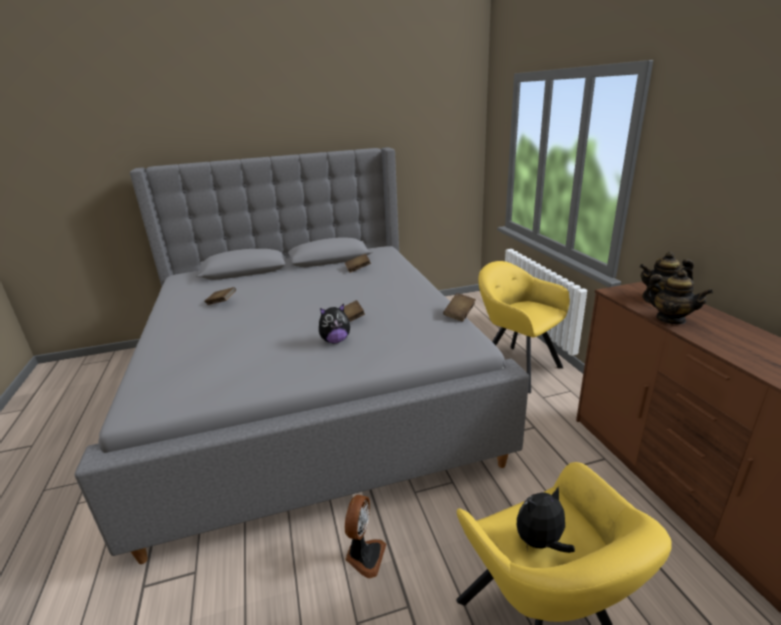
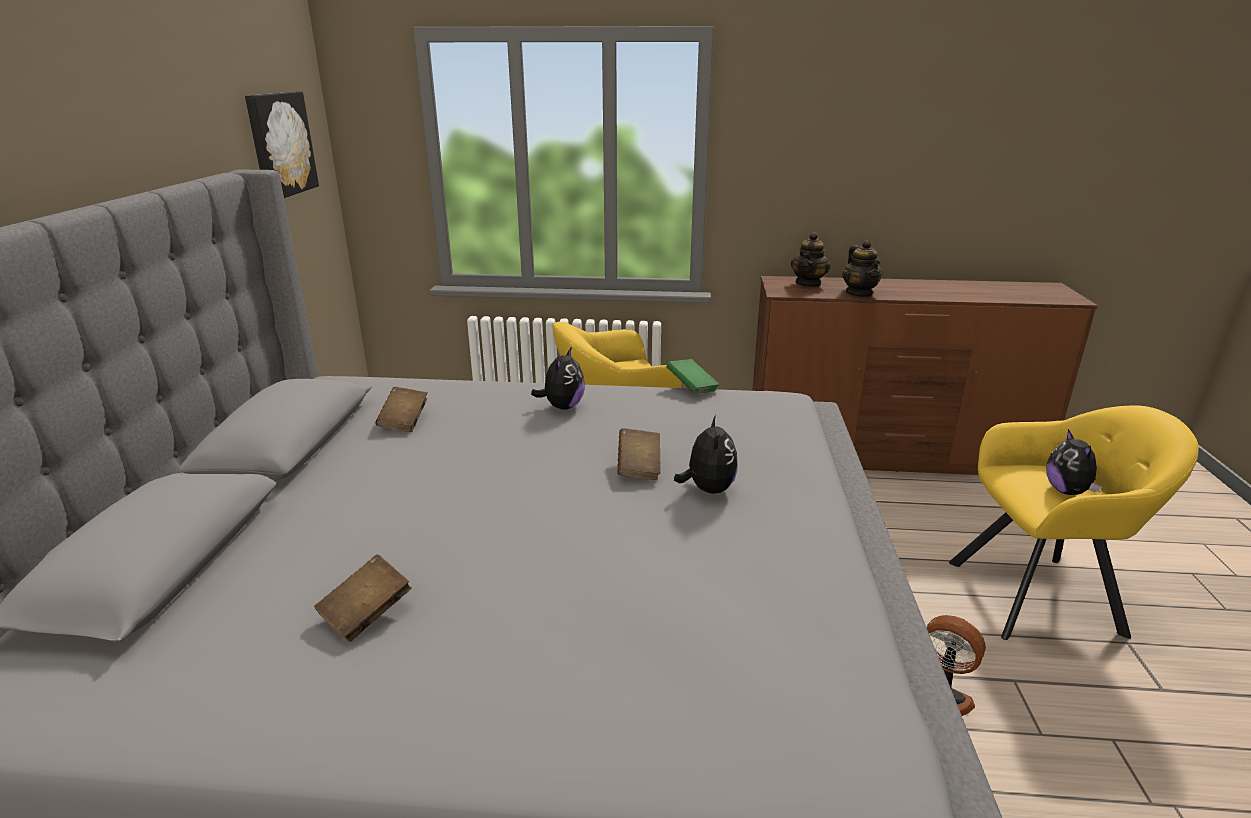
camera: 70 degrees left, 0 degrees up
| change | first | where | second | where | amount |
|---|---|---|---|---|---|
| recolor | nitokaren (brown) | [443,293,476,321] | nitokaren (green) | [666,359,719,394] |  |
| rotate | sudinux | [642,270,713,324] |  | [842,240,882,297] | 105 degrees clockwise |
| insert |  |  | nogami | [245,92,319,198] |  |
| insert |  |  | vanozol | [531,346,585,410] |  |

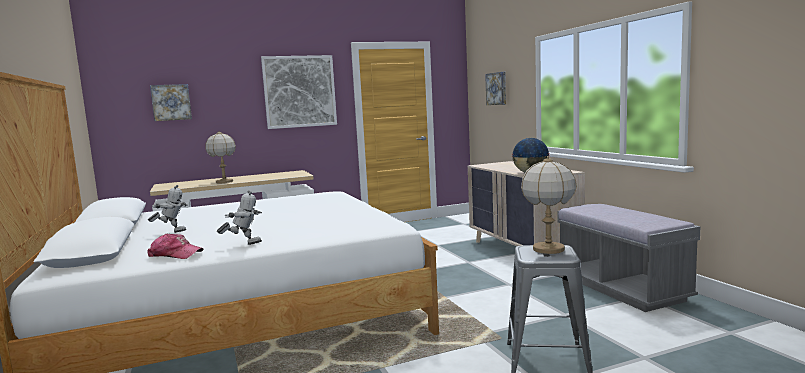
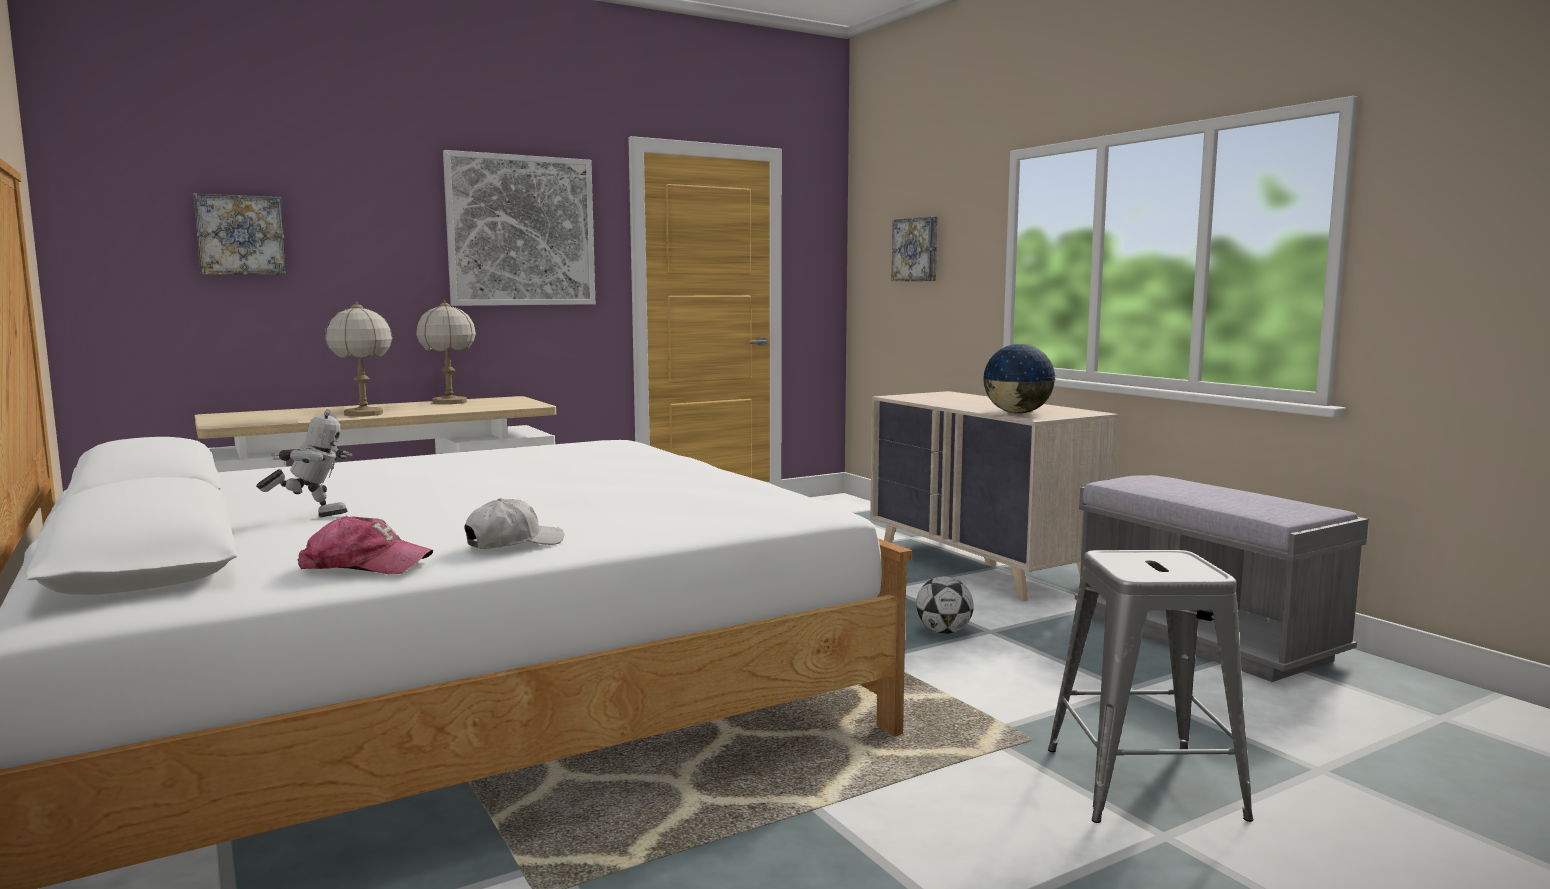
camera: 10 degrees left, 0 degrees up
| change | first | where | second | where | amount |
|---|---|---|---|---|---|
| replace | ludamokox | [217,190,262,245] | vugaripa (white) | [464,498,564,549] |  |
| move | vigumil | [521,156,577,254] |  | [416,300,476,404] |  |
| insert |  |  | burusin | [916,577,974,634] |  |

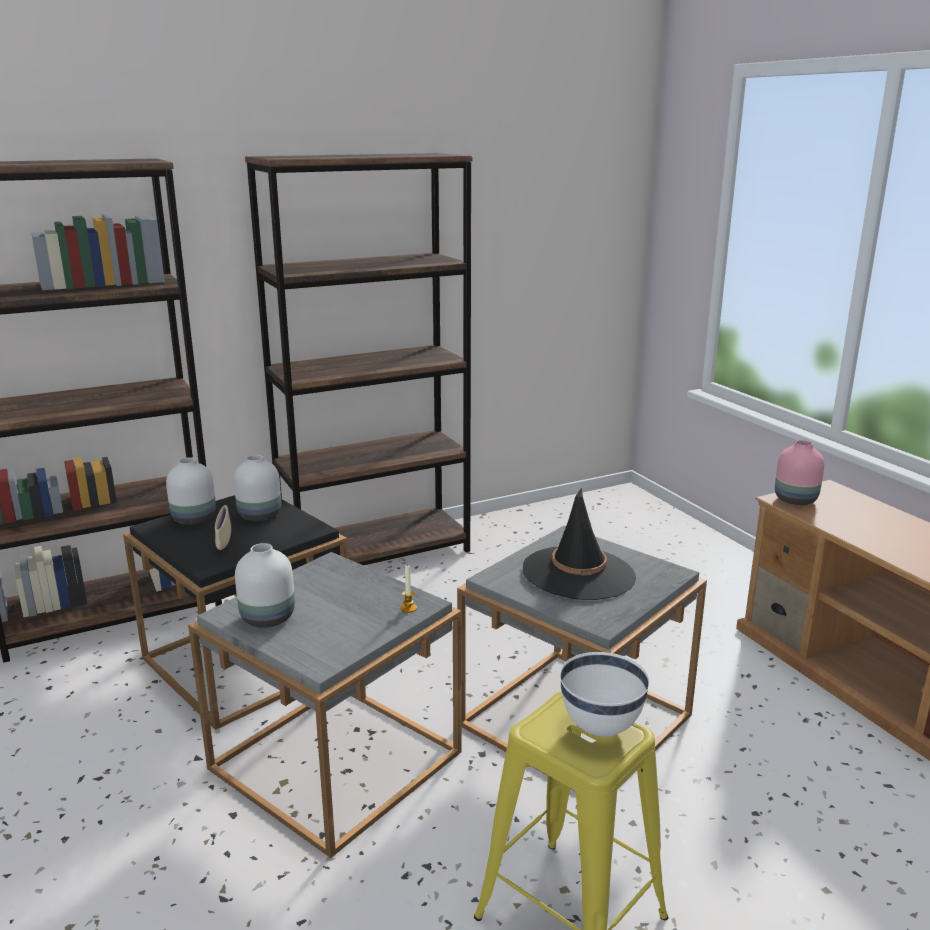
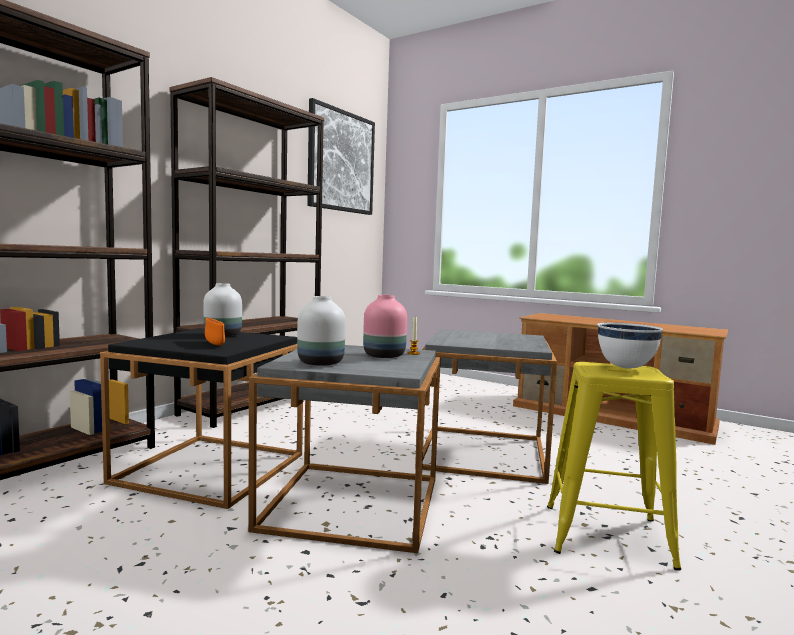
camera: 30 degrees left, 15 degrees down
| change | first | where | second | where | amount |
|---|---|---|---|---|---|
| delete | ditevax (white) | [166,457,216,525] |  |  |  |
| recolor | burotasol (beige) | [215,505,231,550] | burotasol (orange) | [205,318,225,346] |  |
| delete | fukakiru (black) | [523,488,636,600] |  |  |  |
| move | ditevax (pink) | [775,440,824,505] |  | [363,295,407,358] |  |
| insert |  |  | nogami | [307,98,375,215] |  |

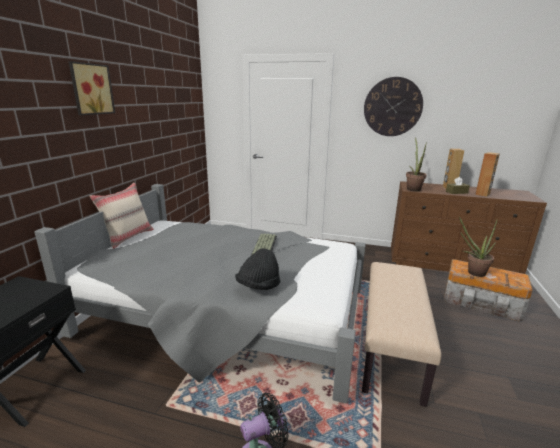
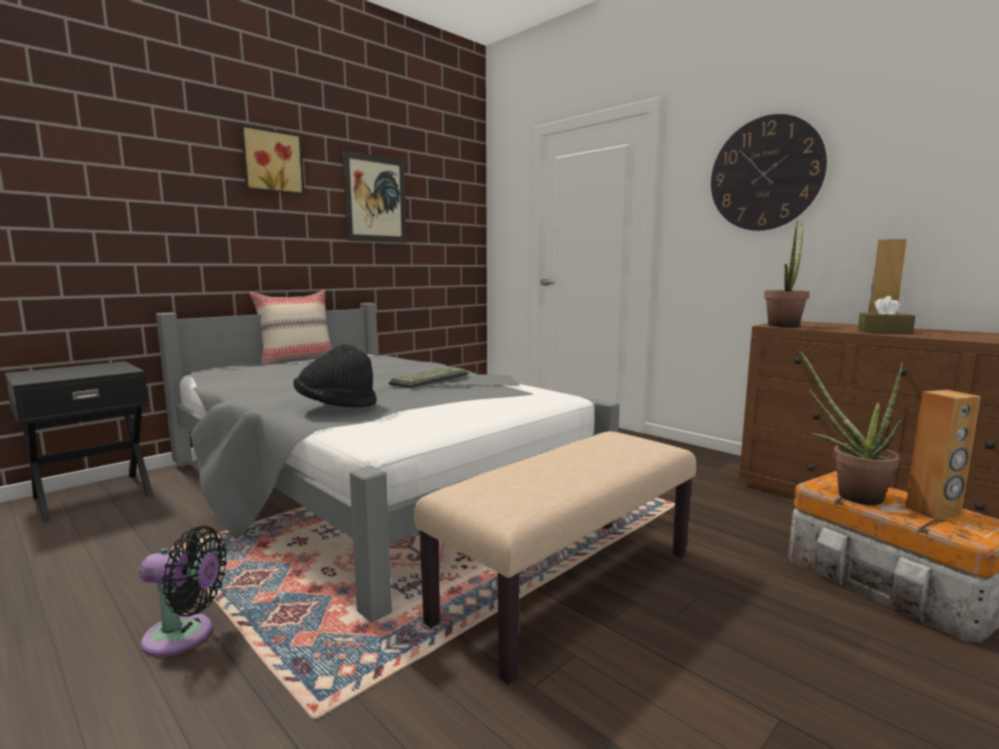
camera: 30 degrees right, 10 degrees down
| change | first | where | second | where | amount |
|---|---|---|---|---|---|
| move | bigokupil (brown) | [475,152,500,197] |  | [905,390,981,520] |  |
| insert |  |  | nogami | [342,151,406,243] |  |

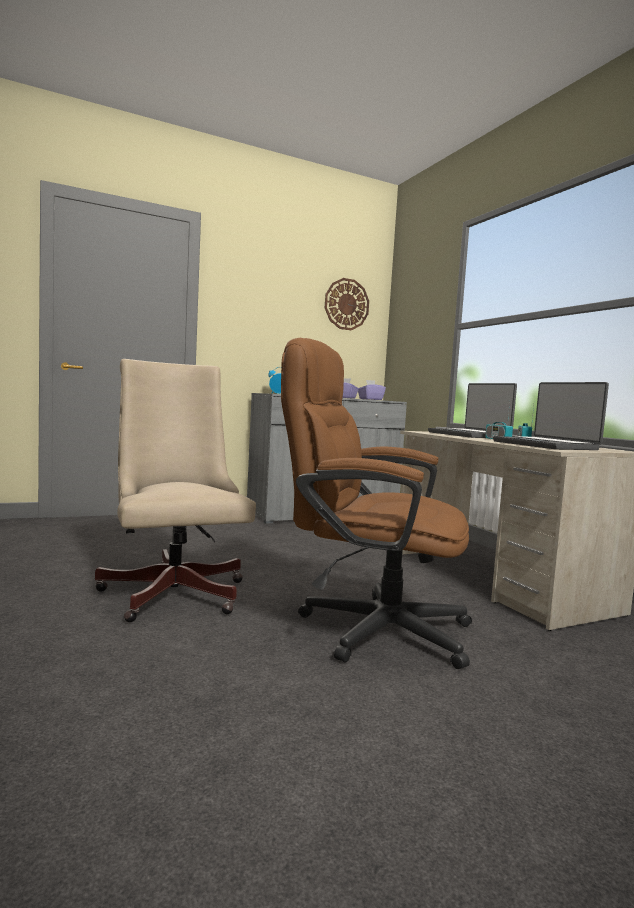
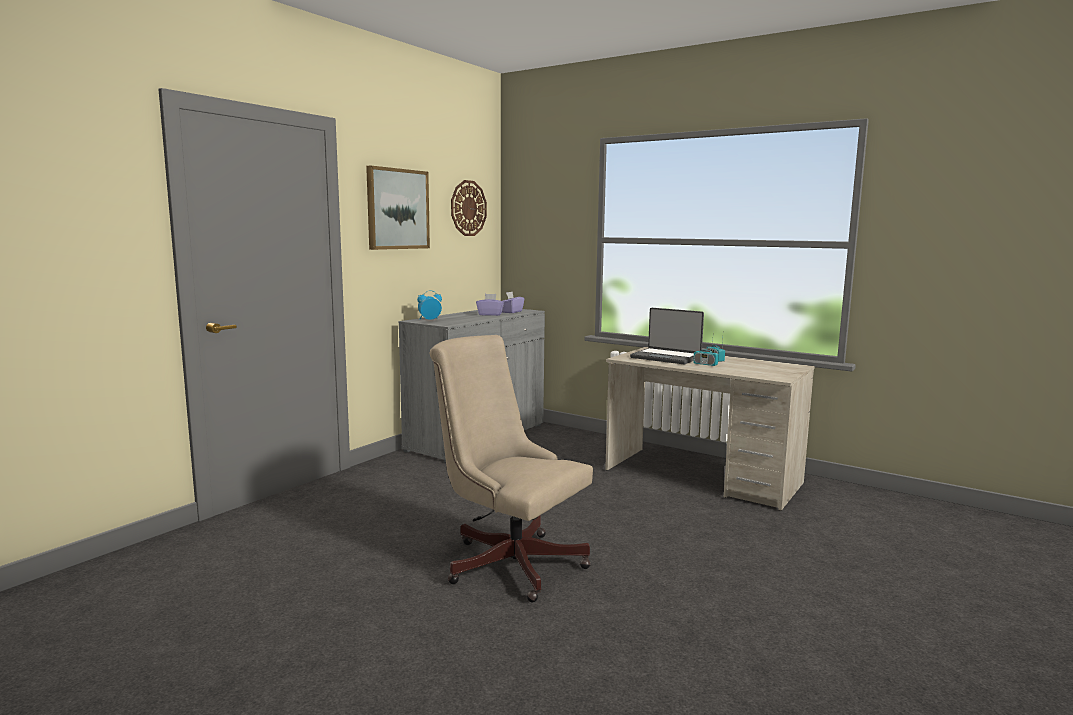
camera: 30 degrees left, 5 degrees up
| change | first | where | second | where | amount |
|---|---|---|---|---|---|
| delete | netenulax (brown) | [281,338,472,669] |  |  |  |
| delete | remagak | [493,382,609,450] |  |  |  |
| insert |  |  | nogami | [366,166,430,250] |  |

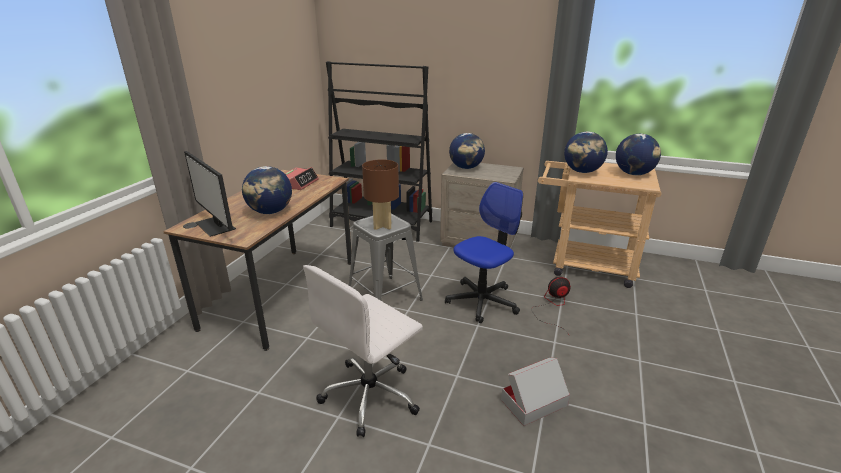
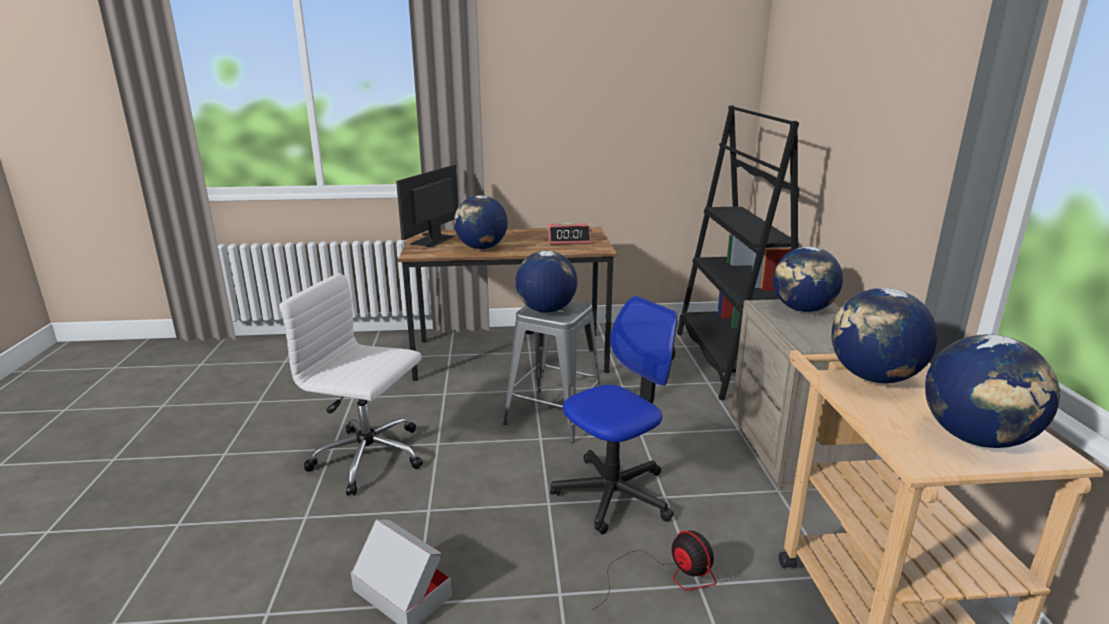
camera: 65 degrees right, 5 degrees down
| change | first | where | second | where | amount |
|---|---|---|---|---|---|
| replace | vigumil (brown) | [362,160,399,230] | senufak | [515,251,577,313] |  |
| rotate | netenulax | [445,182,523,323] |  | [550,296,678,534] | 60 degrees counterclockwise |

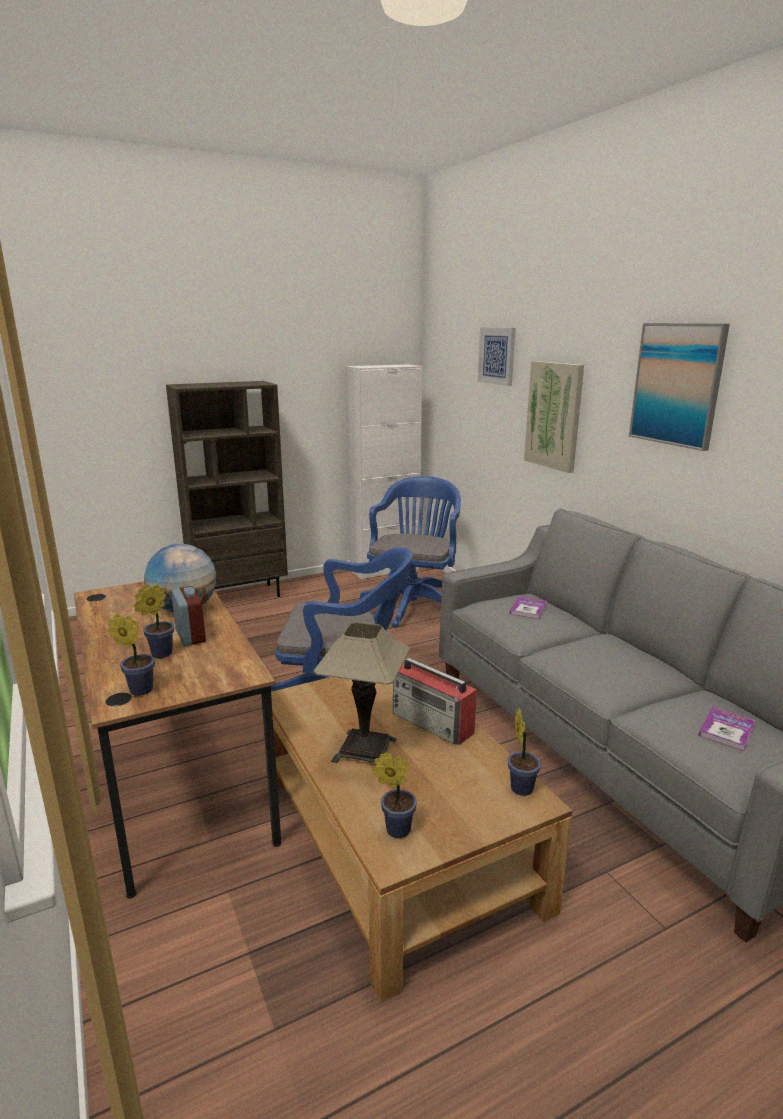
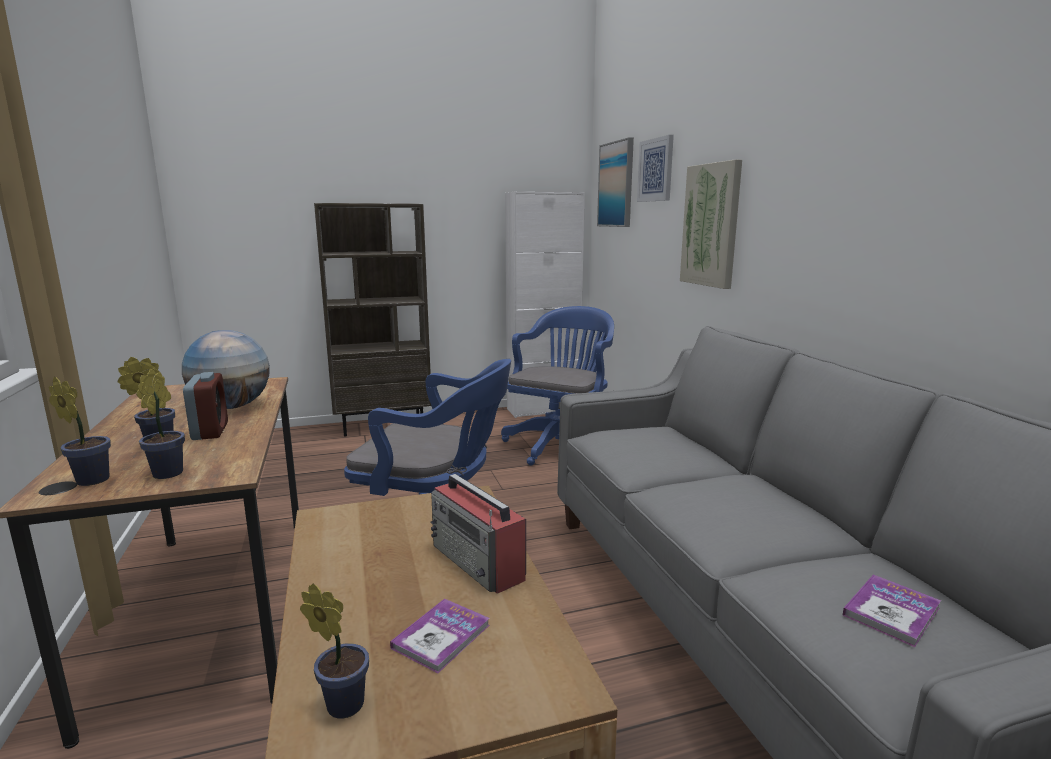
camera: 10 degrees right, 5 degrees down
| change | first | where | second | where | amount |
|---|---|---|---|---|---|
| delete | vigumil | [313,622,410,763] |  |  |  |
| move | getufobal | [508,708,541,796] |  | [136,369,185,479] |  |
| move | nitokaren | [510,597,546,619] |  | [390,599,489,673] |  |
| move | nogami | [629,323,730,451] |  | [597,137,634,227] |  |

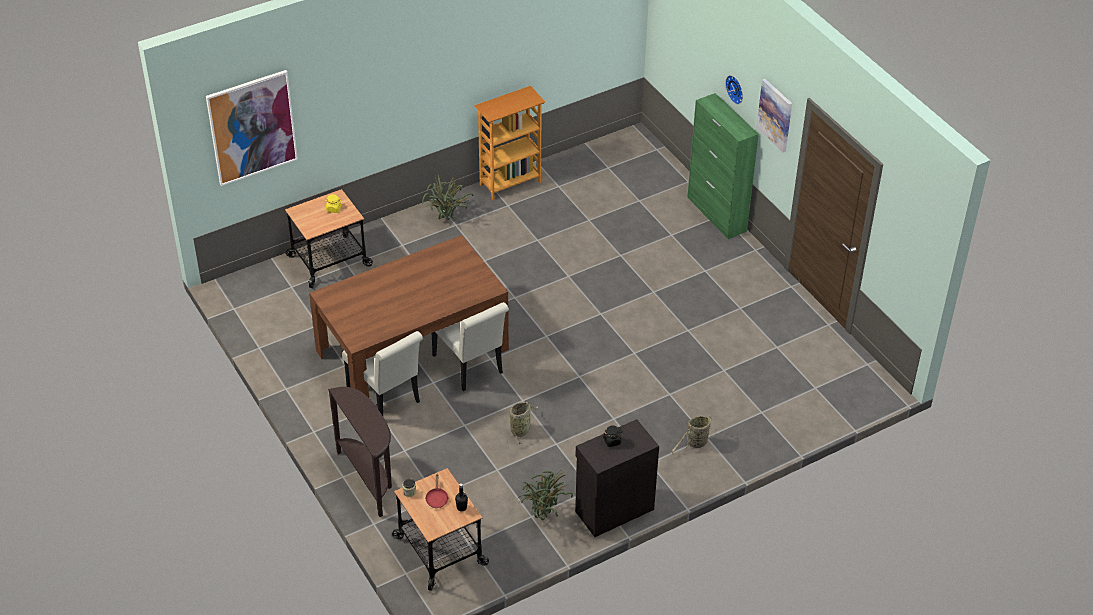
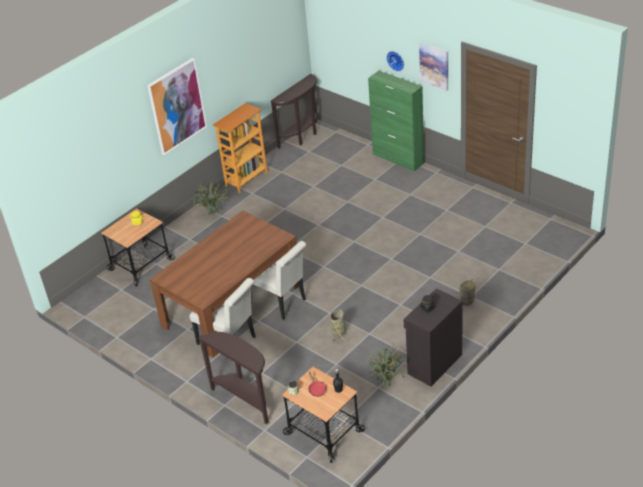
camera: 15 degrees left, 5 degrees down
| change | first | where | second | where | amount |
|---|---|---|---|---|---|
| move | nogami | [206,70,298,186] |  | [147,58,207,155] |  |
| insert |  |  | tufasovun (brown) | [270,74,317,149] |  |

